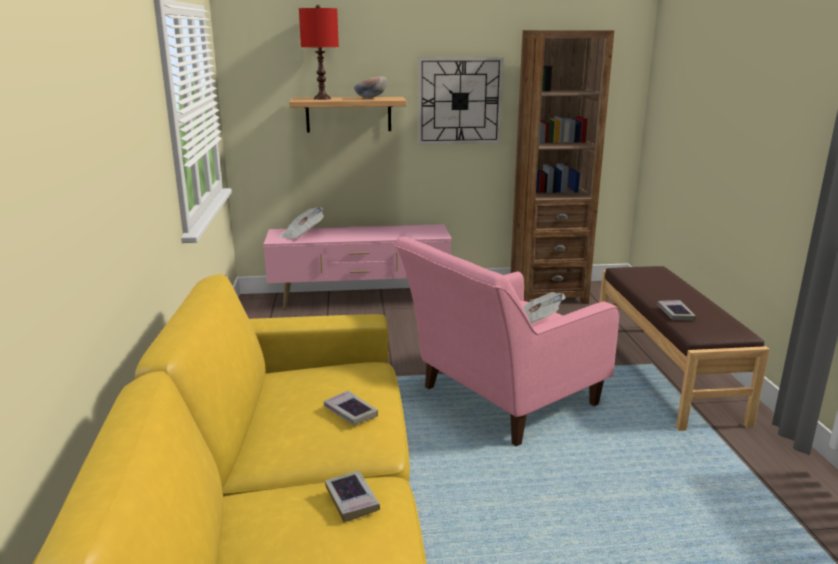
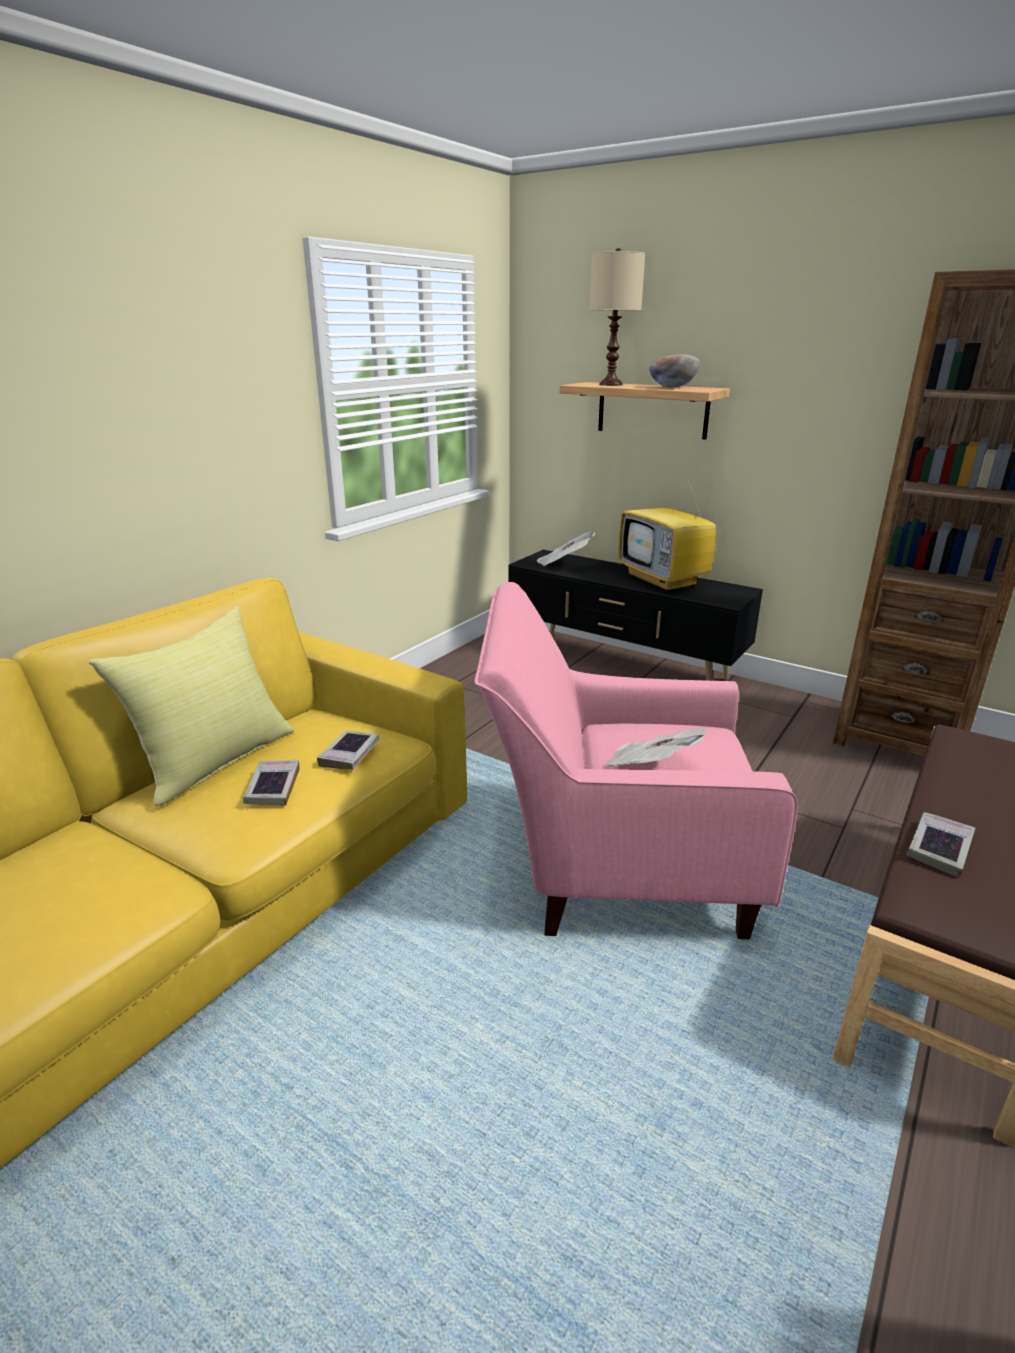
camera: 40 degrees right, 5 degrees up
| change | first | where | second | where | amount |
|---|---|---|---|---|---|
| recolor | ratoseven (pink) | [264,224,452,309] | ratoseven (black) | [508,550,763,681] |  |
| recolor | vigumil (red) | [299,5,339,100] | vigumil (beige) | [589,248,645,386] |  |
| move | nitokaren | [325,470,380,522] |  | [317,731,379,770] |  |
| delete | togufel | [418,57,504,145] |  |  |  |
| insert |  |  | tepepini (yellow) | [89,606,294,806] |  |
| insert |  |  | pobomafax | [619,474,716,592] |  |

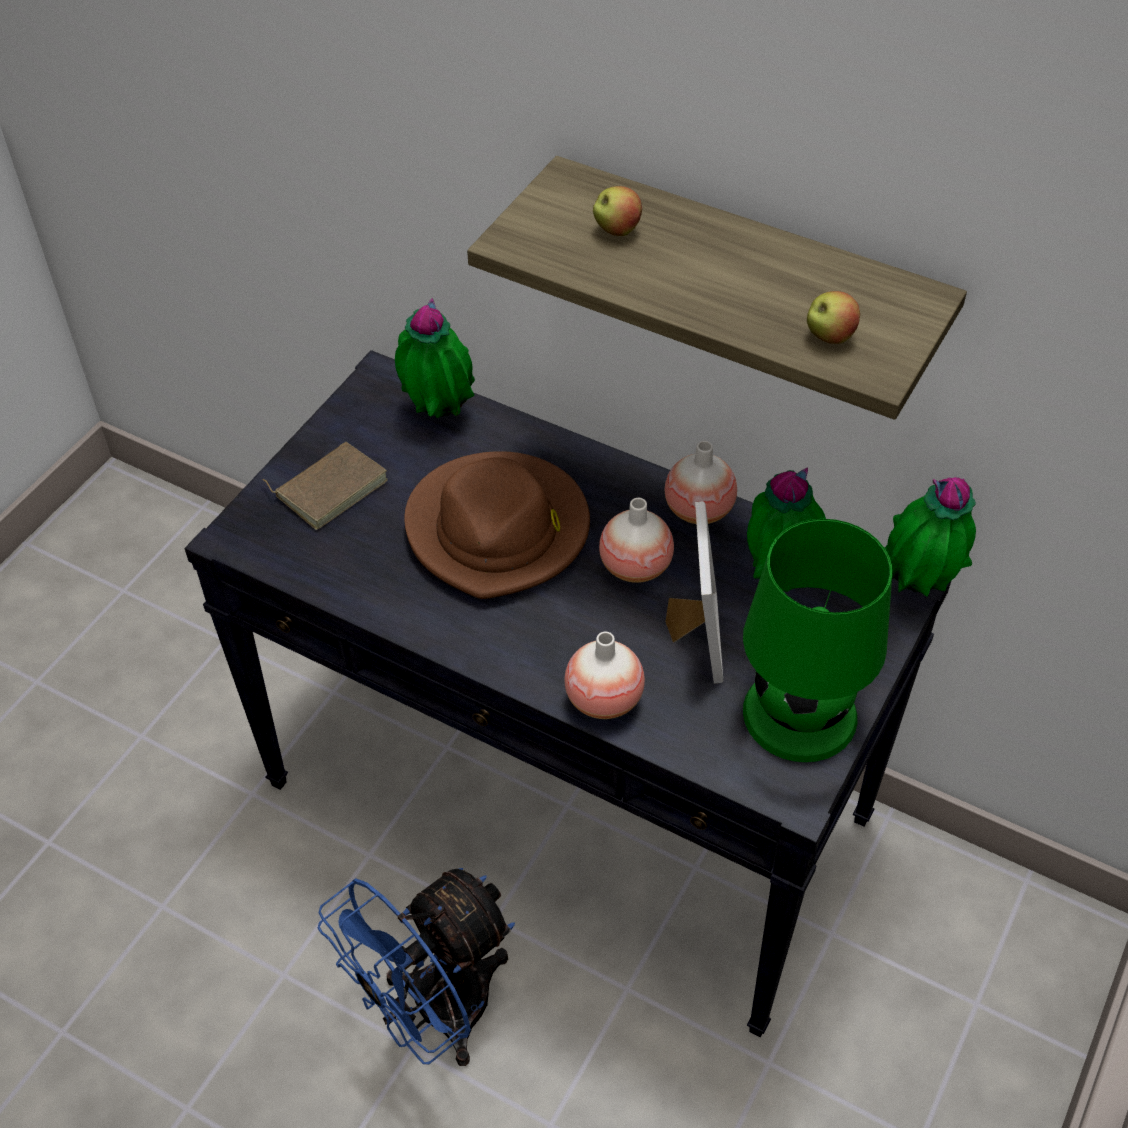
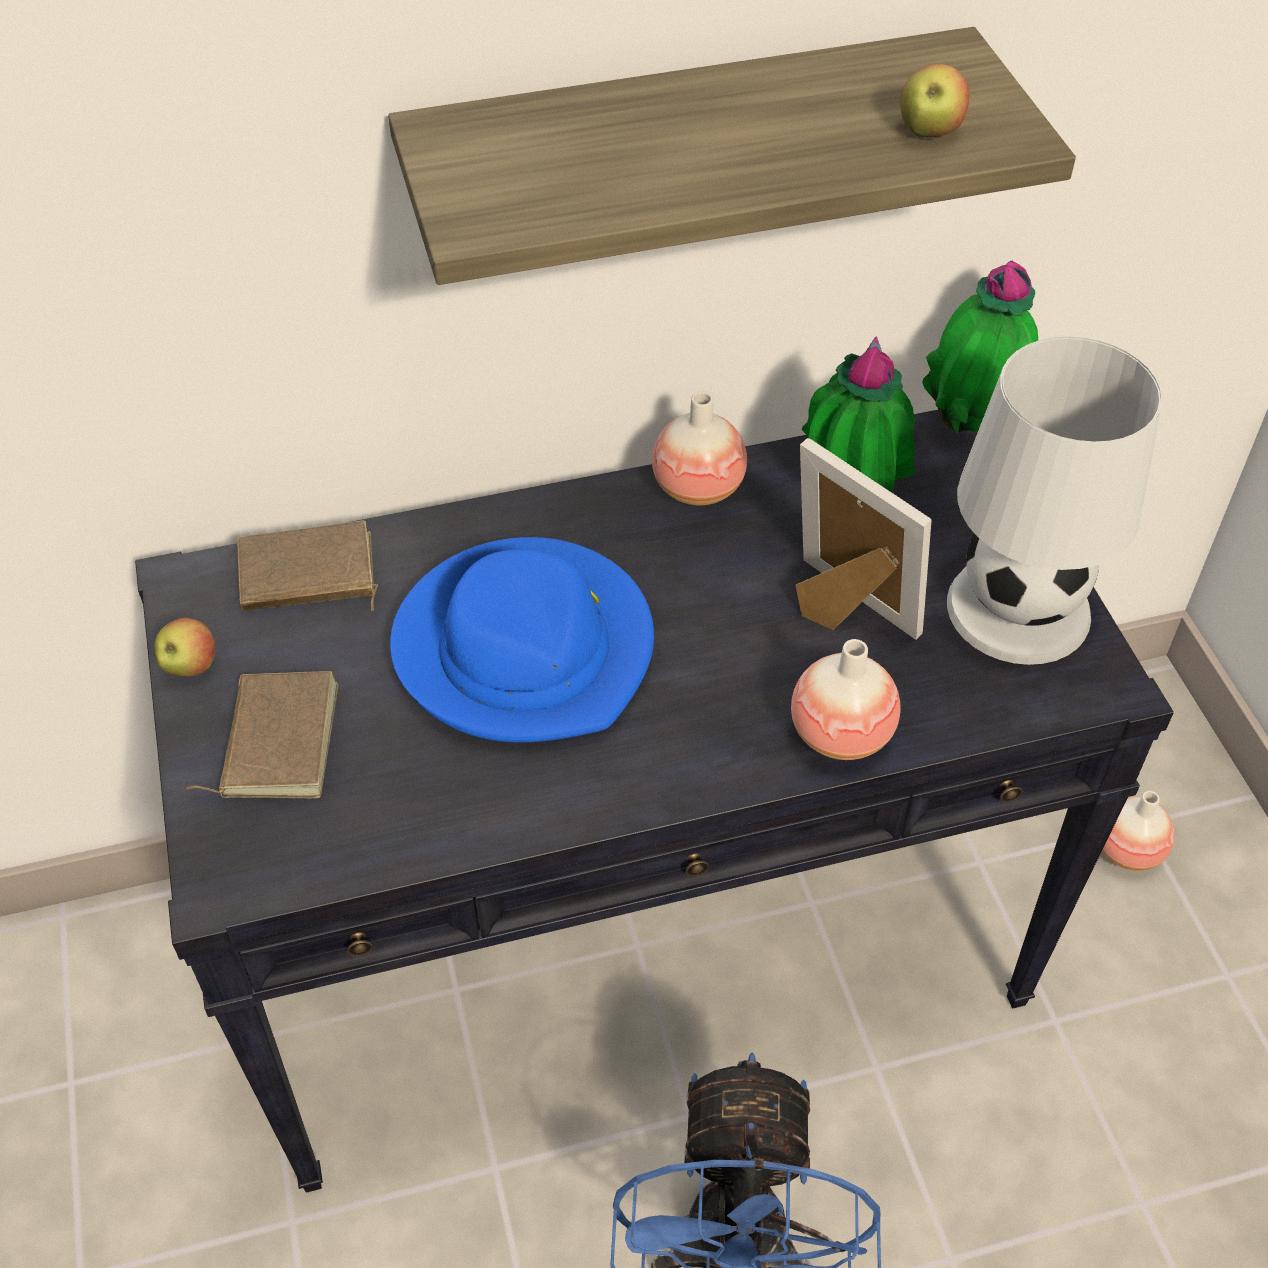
camera: 45 degrees left, 0 degrees up
| change | first | where | second | where | amount |
|---|---|---|---|---|---|
| replace | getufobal | [395,298,475,418] | nitokaren (brown) | [237,520,378,611] |  |
| recolor | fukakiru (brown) | [404,451,590,599] | fukakiru (blue) | [390,537,654,742] |  |
| move | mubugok | [593,186,642,236] |  | [154,618,215,677] |  |
| move | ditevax | [599,498,674,583] |  | [1102,791,1175,871] |  |
| recolor | vigumil (green) | [743,519,892,762] | vigumil (white) | [947,337,1163,665] |  |

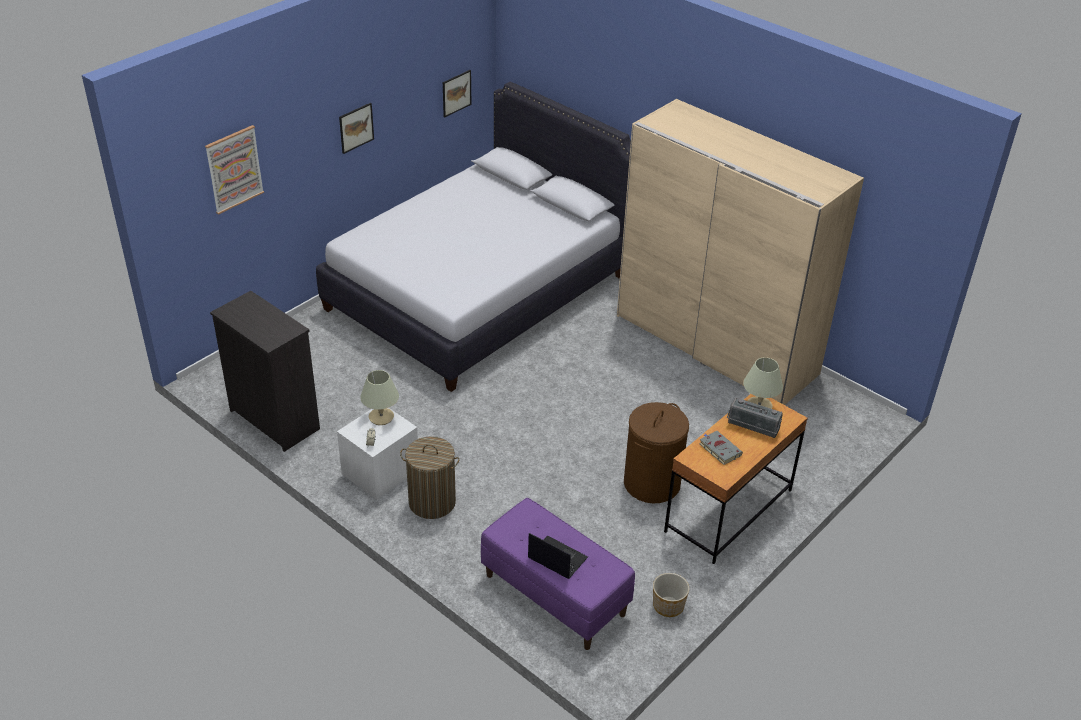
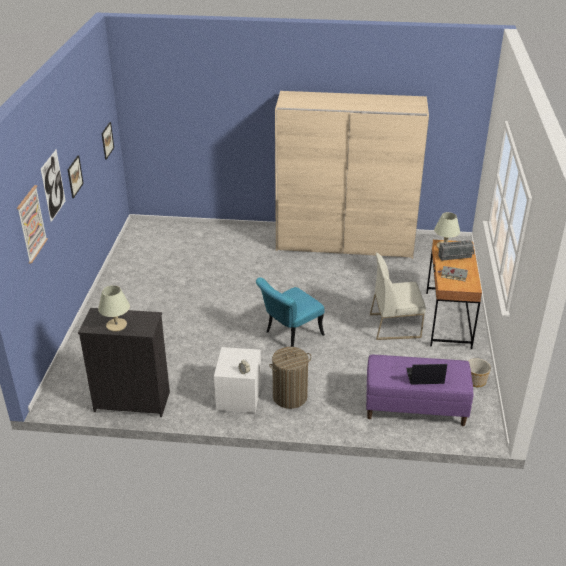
camera: 35 degrees left, 5 degrees down
| change | first | where | second | where | amount |
|---|---|---|---|---|---|
| delete | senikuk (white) | [316,82,631,392] |  |  |  |
| move | vigumil (beige) | [360,370,399,425] |  | [98,285,130,332] |  |
| replace | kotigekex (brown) | [624,402,689,503] | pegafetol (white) | [370,253,426,340] |  |
| insert |  |  | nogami | [41,150,66,222] |  |
| insert |  |  | pegafetol (turquoise) | [256,277,325,347] |  |

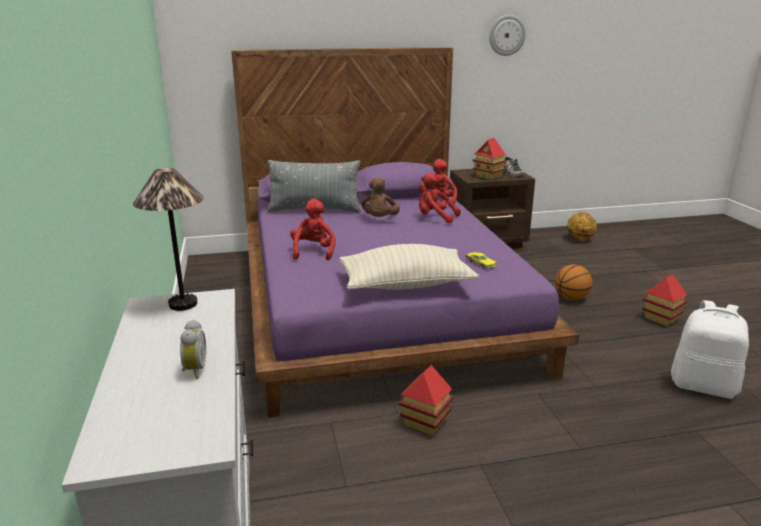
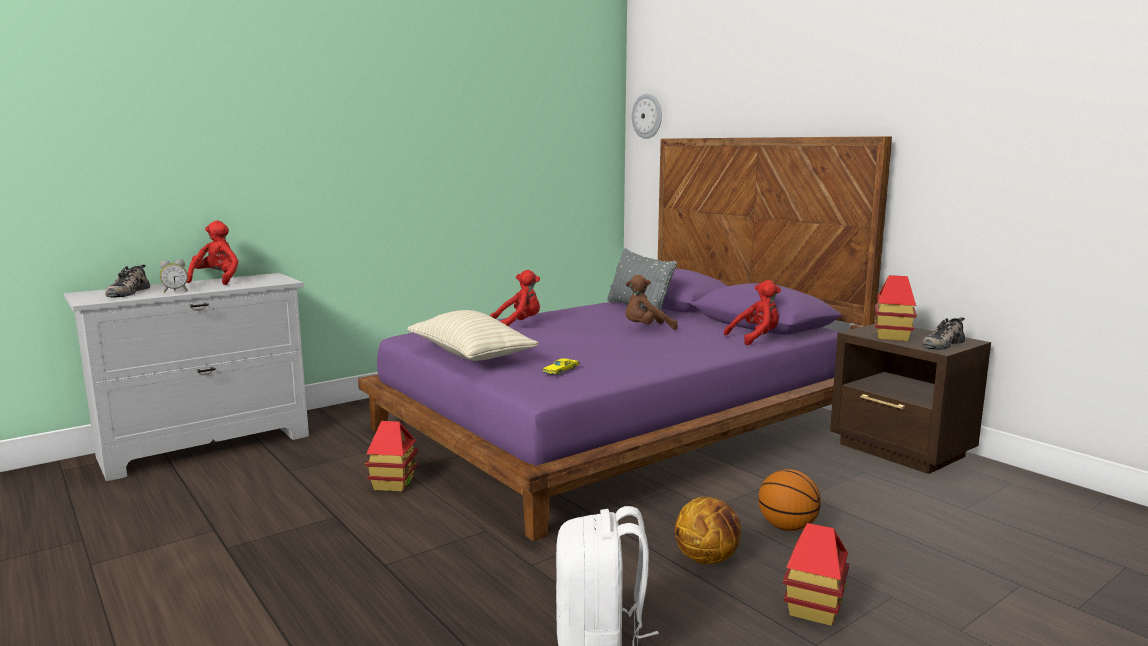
camera: 65 degrees right, 10 degrees down
| change | first | where | second | where | amount |
|---|---|---|---|---|---|
| delete | vigumil | [133,168,204,311] |  |  |  |
| move | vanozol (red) | [419,173,461,223] |  | [186,221,239,285] |  |
| move | togufel | [489,15,526,56] |  | [632,94,662,139] |  |
| move | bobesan | [567,212,597,241] |  | [675,497,741,564] |  |
| insert |  |  | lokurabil | [105,265,150,298] |  |

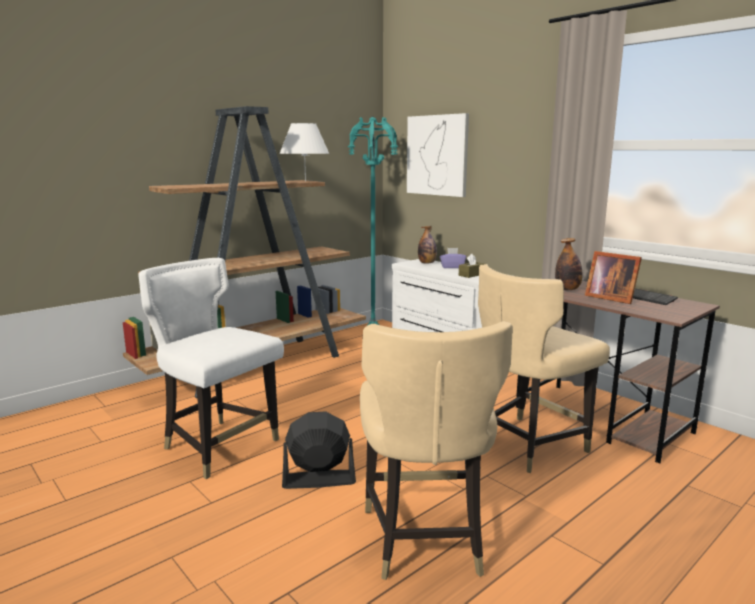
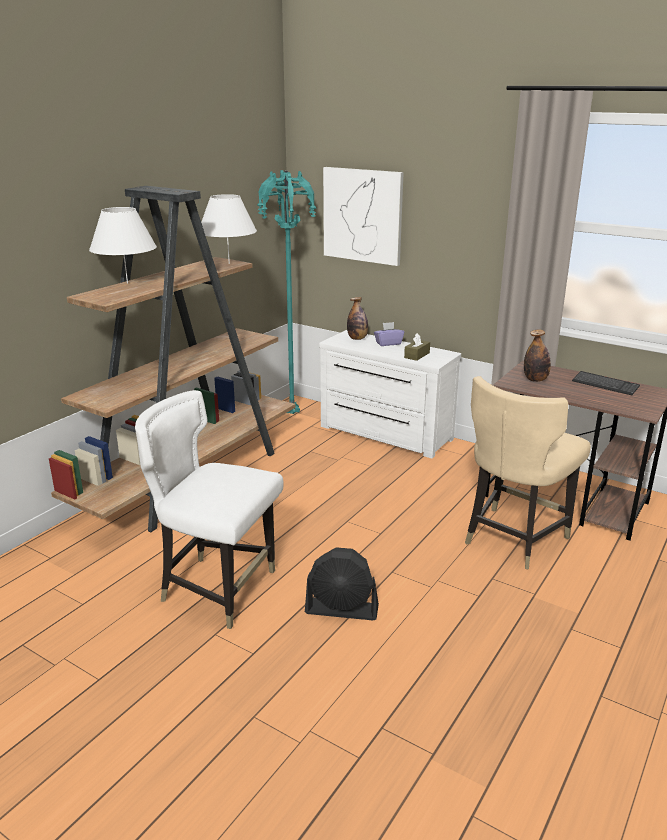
camera: 15 degrees left, 10 degrees up
| change | first | where | second | where | amount |
|---|---|---|---|---|---|
| rotate | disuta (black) | [282,411,356,489] |  | [305,547,379,620] | 150 degrees counterclockwise |
| delete | pegafetol (beige) | [360,321,513,580] |  |  |  |
| delete | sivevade | [585,251,642,304] |  |  |  |
| insert |  |  | vigumil (white) | [89,207,157,284] |  |

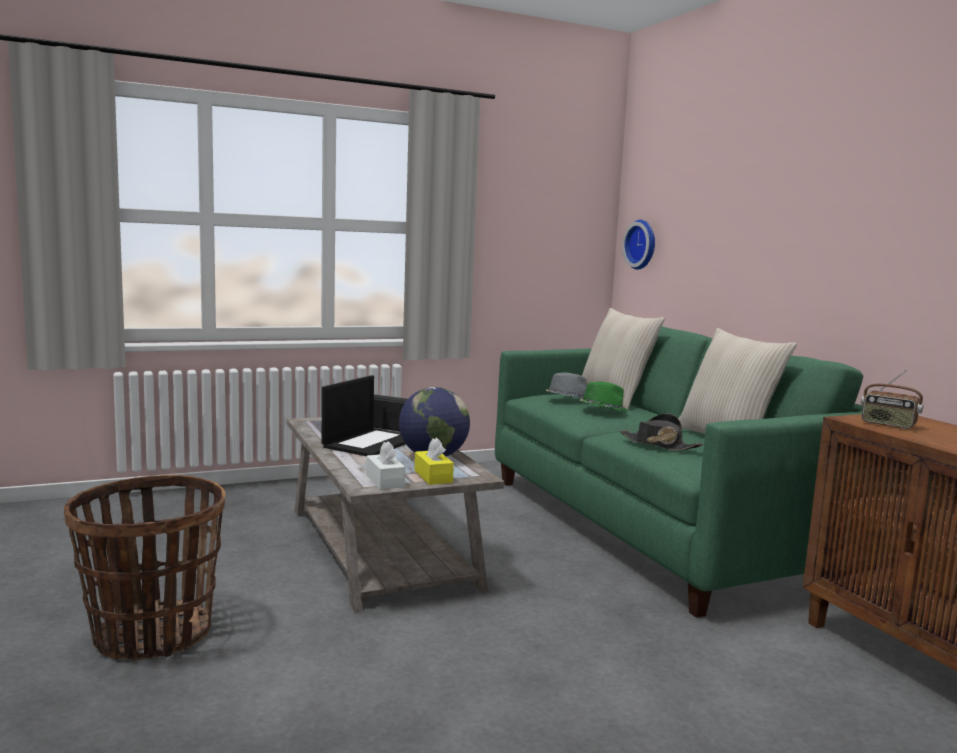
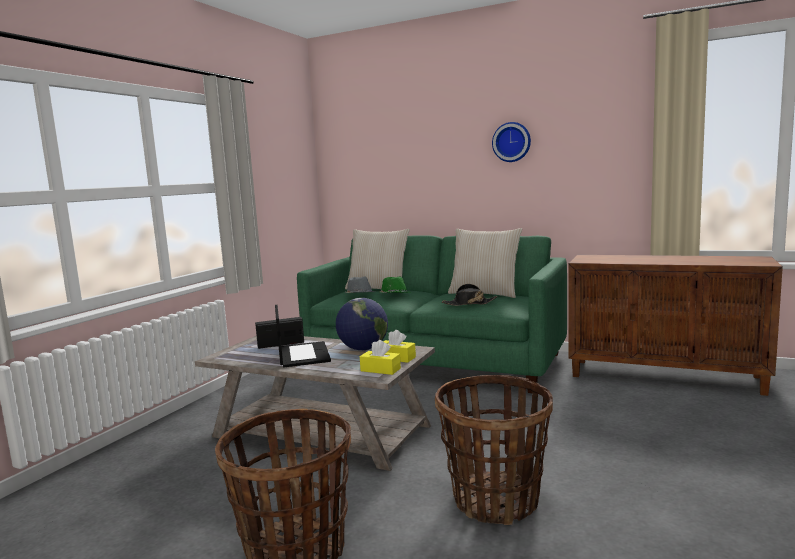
camera: 40 degrees left, 0 degrees up
| change | first | where | second | where | amount |
|---|---|---|---|---|---|
| recolor | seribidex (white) | [366,441,405,490] | seribidex (yellow) | [360,340,401,375] |  |
| move | togufel | [622,220,655,270] |  | [492,122,531,162] |  |
| delete | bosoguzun | [861,370,923,429] |  |  |  |
| insert |  |  | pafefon | [435,375,553,525] |  |

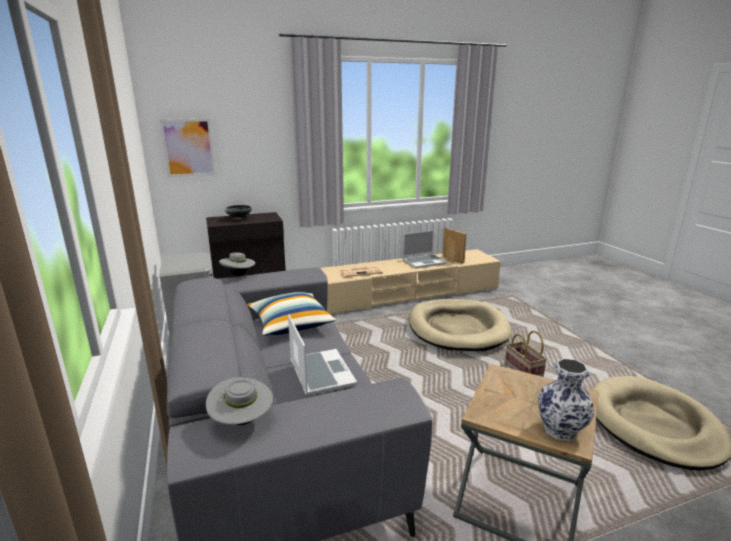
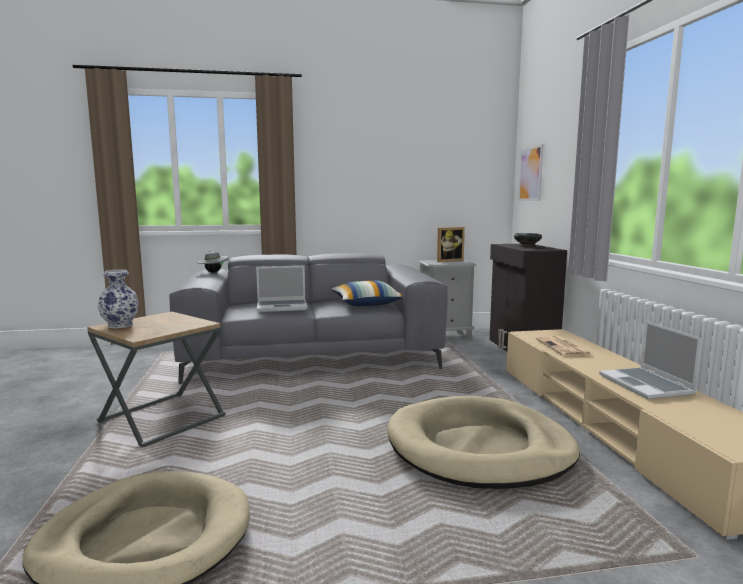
camera: 100 degrees right, 10 degrees down
| change | first | where | second | where | amount |
|---|---|---|---|---|---|
| delete | fukakiru (grey) | [219,252,255,276] |  |  |  |
| move | sivevade | [443,228,467,264] |  | [437,227,465,262] |  |
| delete | pafefon | [505,331,547,377] |  |  |  |

